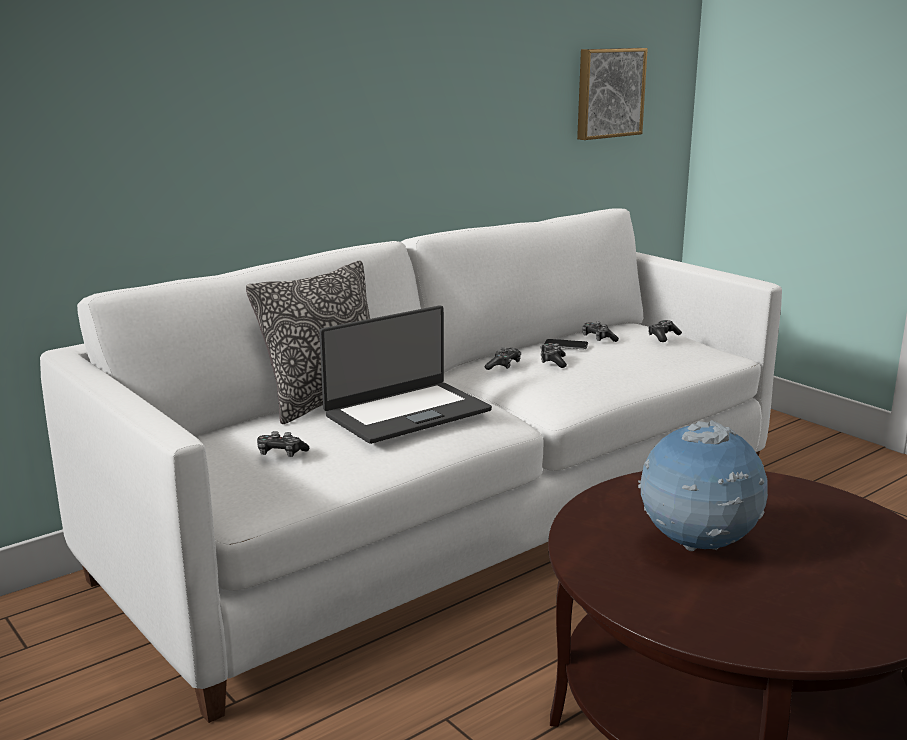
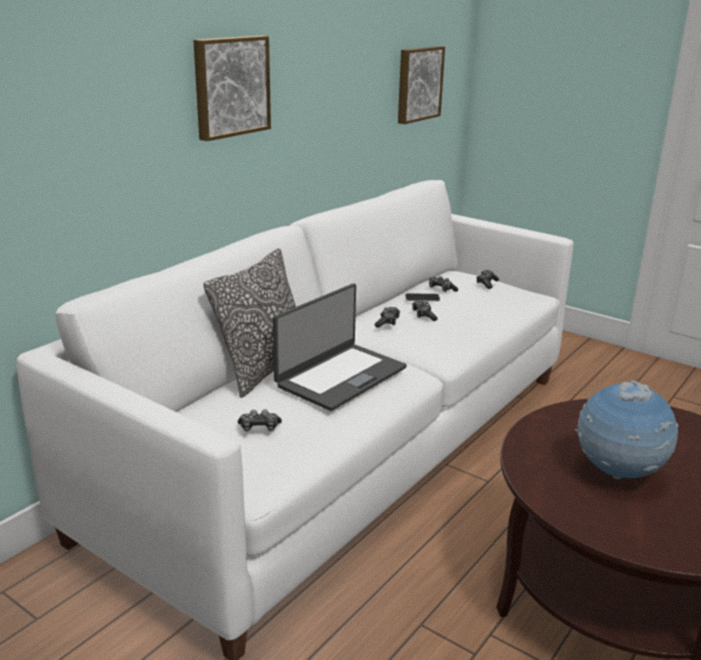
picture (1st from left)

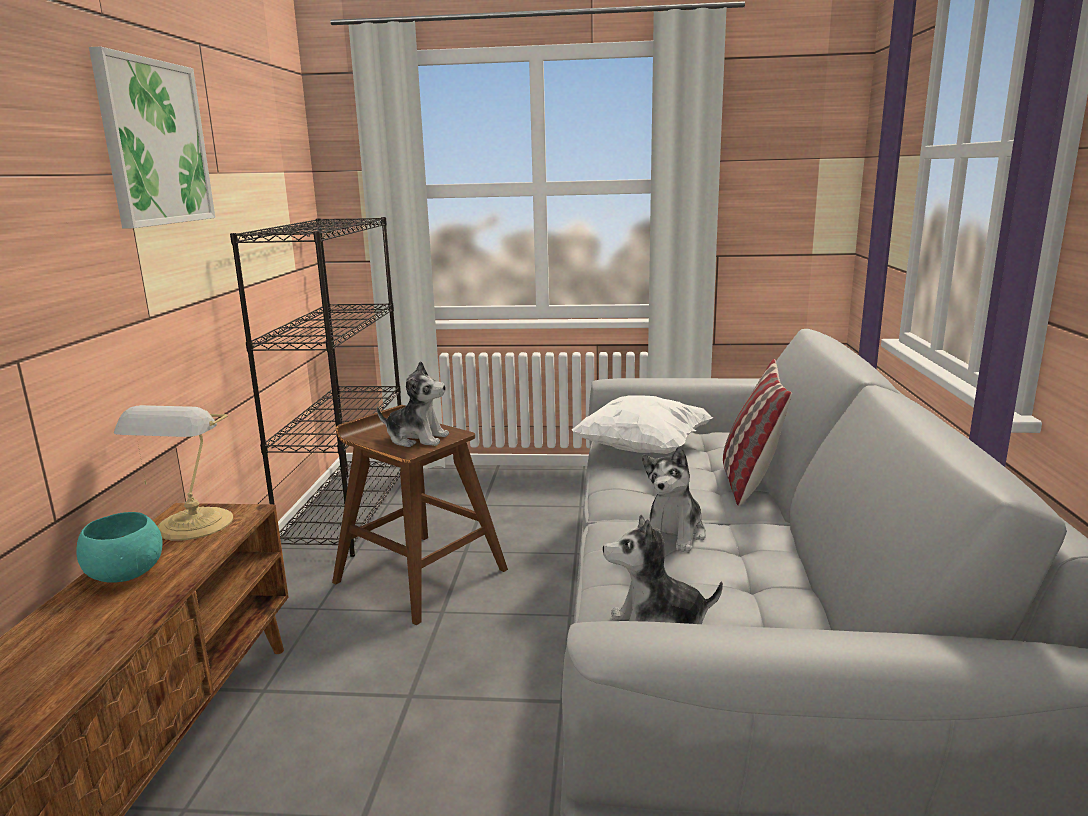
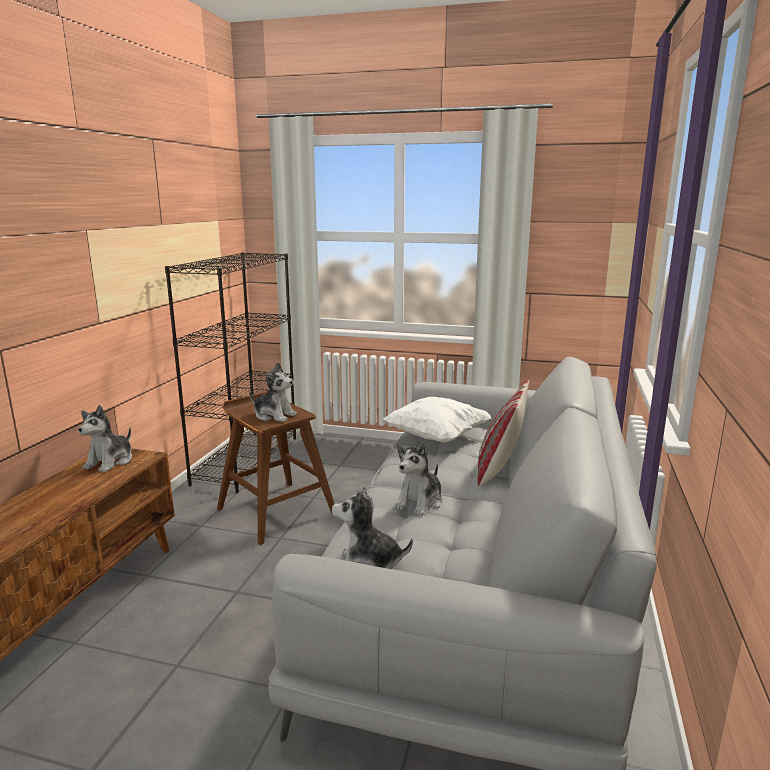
picture
plush toy (1st from left)
turquoise bowl

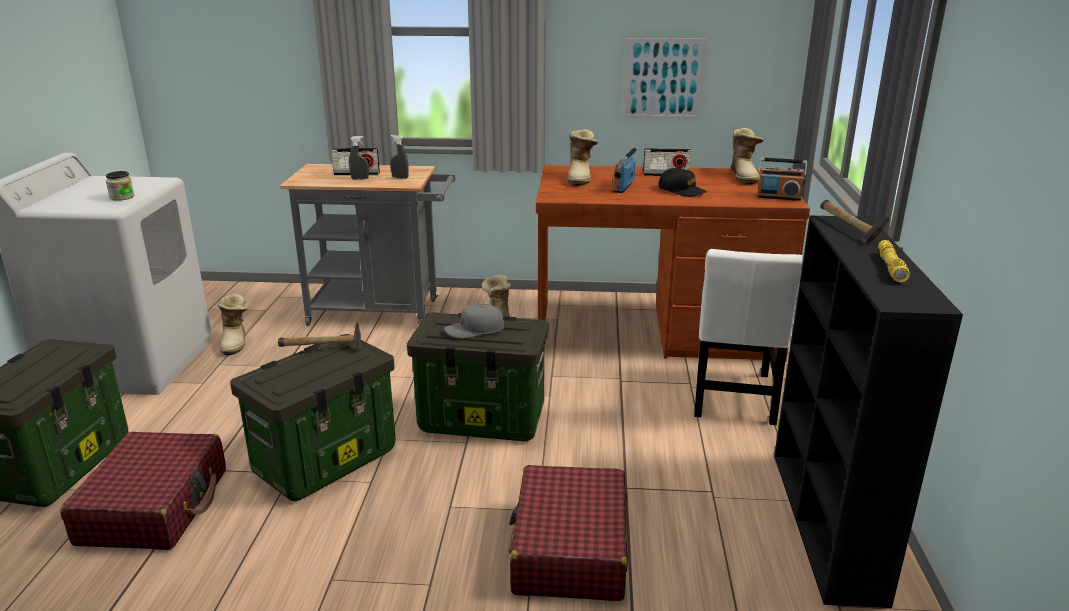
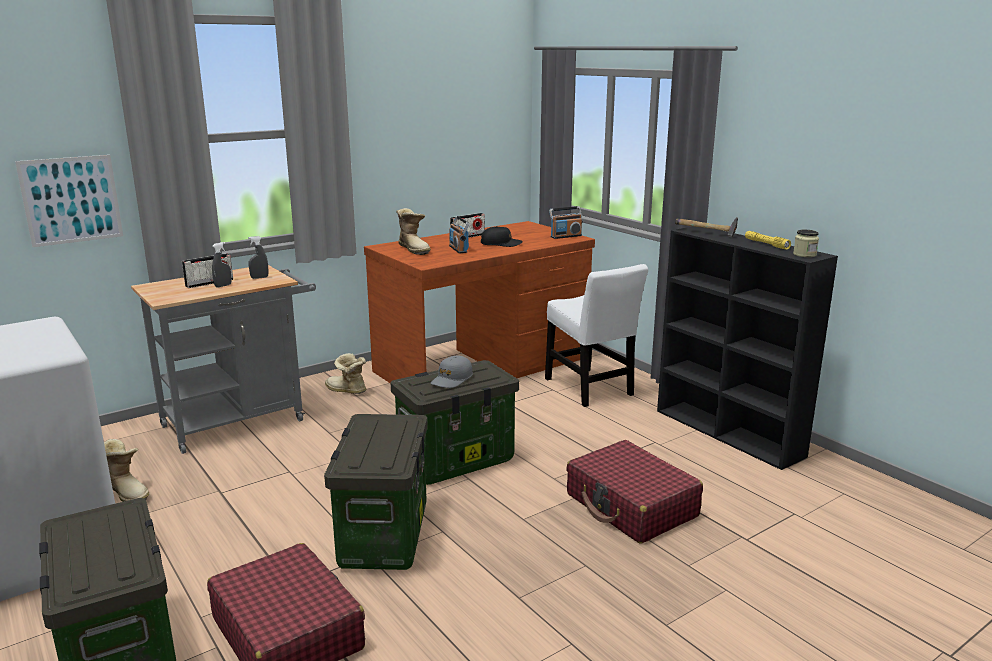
picture
boot (4th from left in the first image)
jar
hammer (1st from left in the first image)

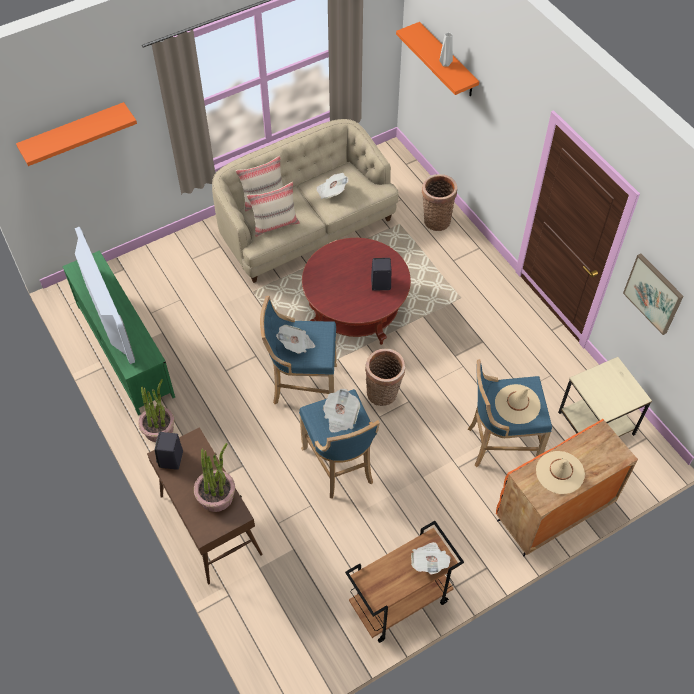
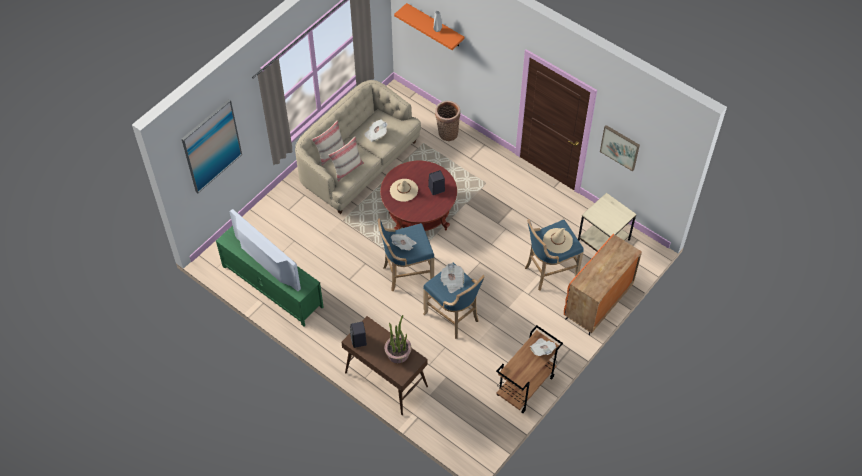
picture (1st from left)
basket (1st from left in the first image)
potted plant (1st from left in the first image)
beige hat (1st from left)

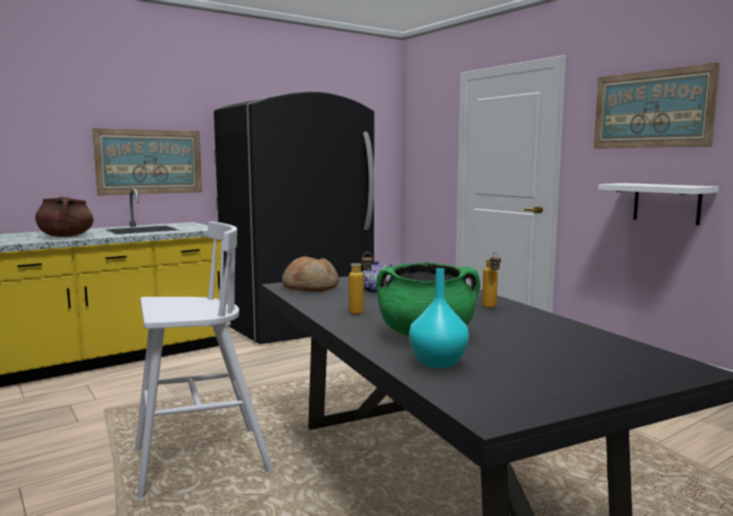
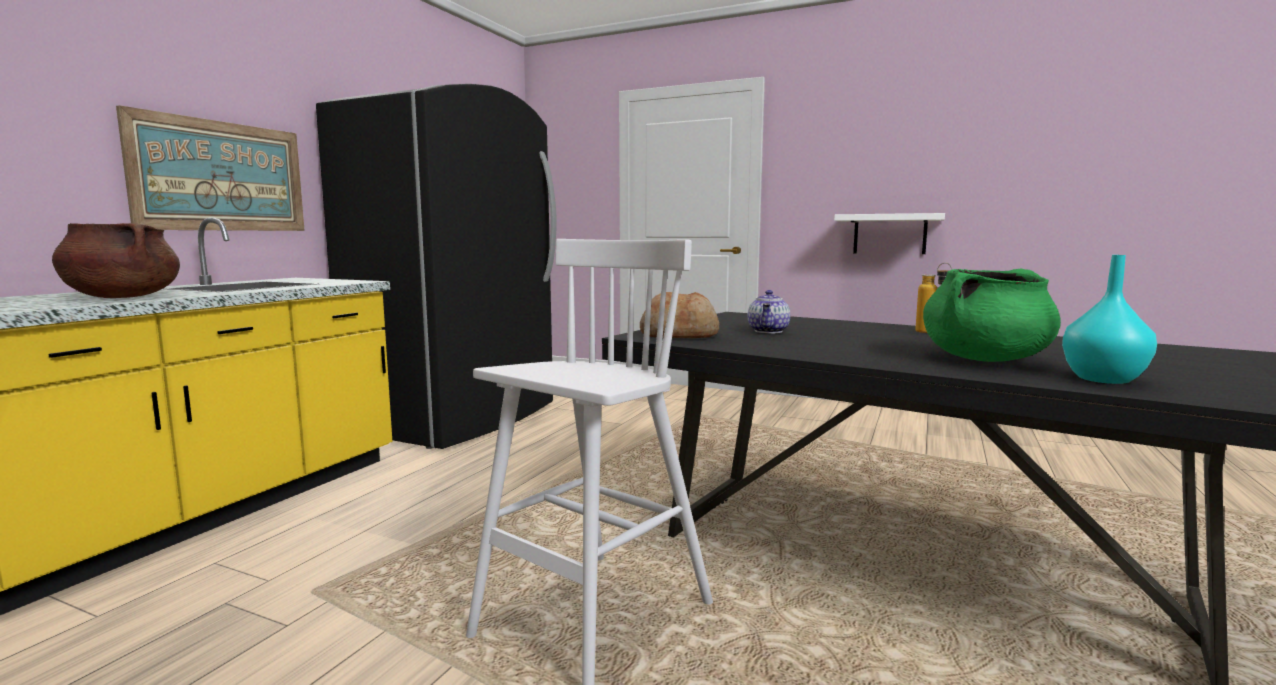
picture (2nd from left in the first image)
bottle (1st from left in the first image)

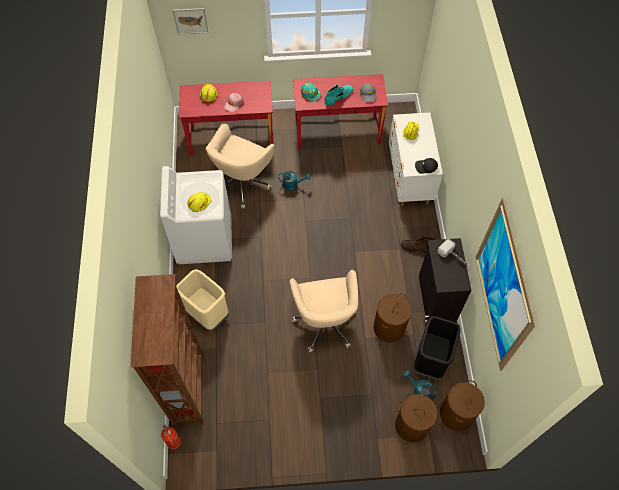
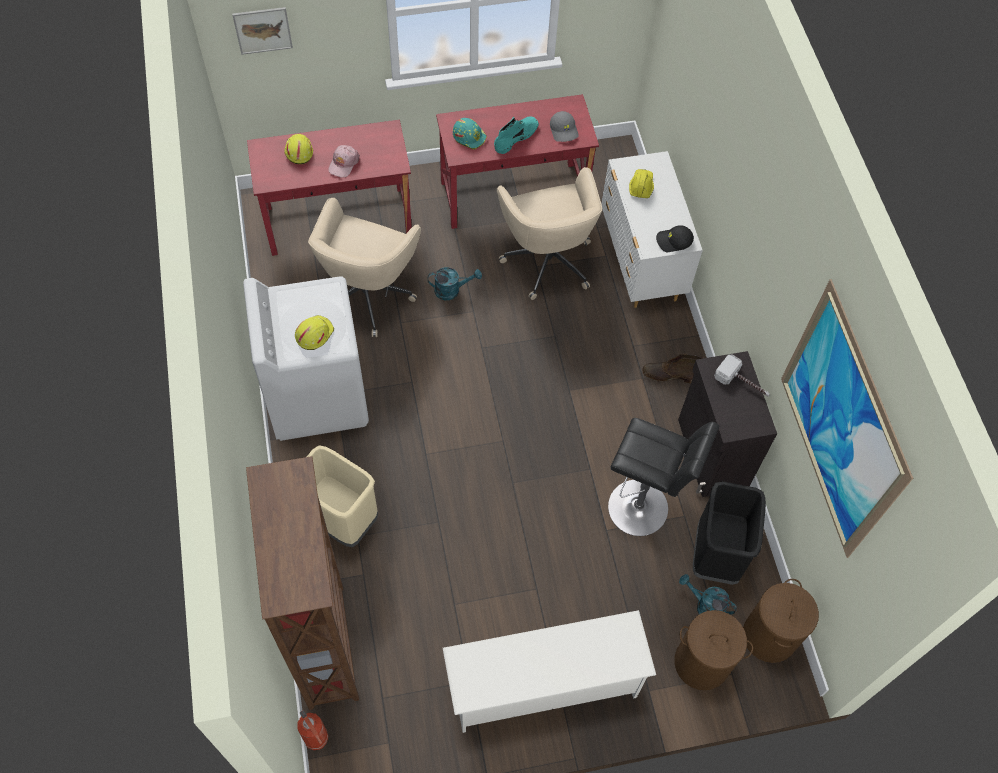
beige office chair (2nd from left)
black stool
white shoe rack

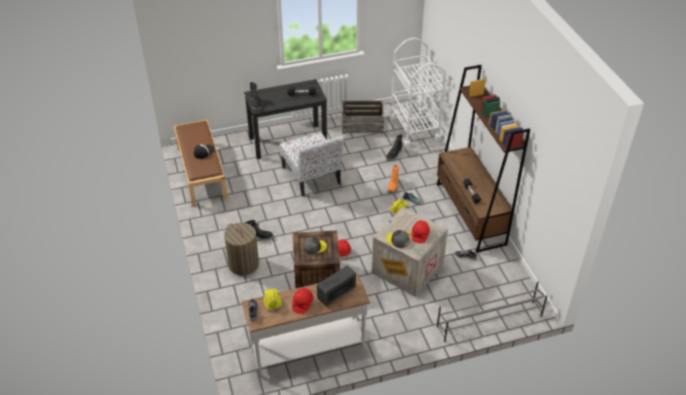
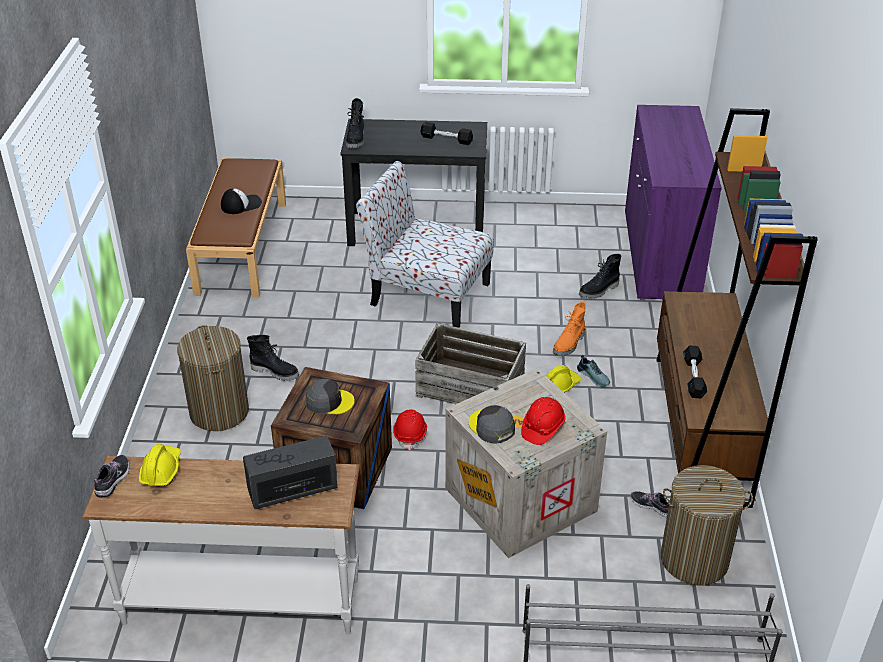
purple cabinet
crate (2nd from left)
chair
red hard hat (1st from left in the first image)
laundry basket (2nd from left)

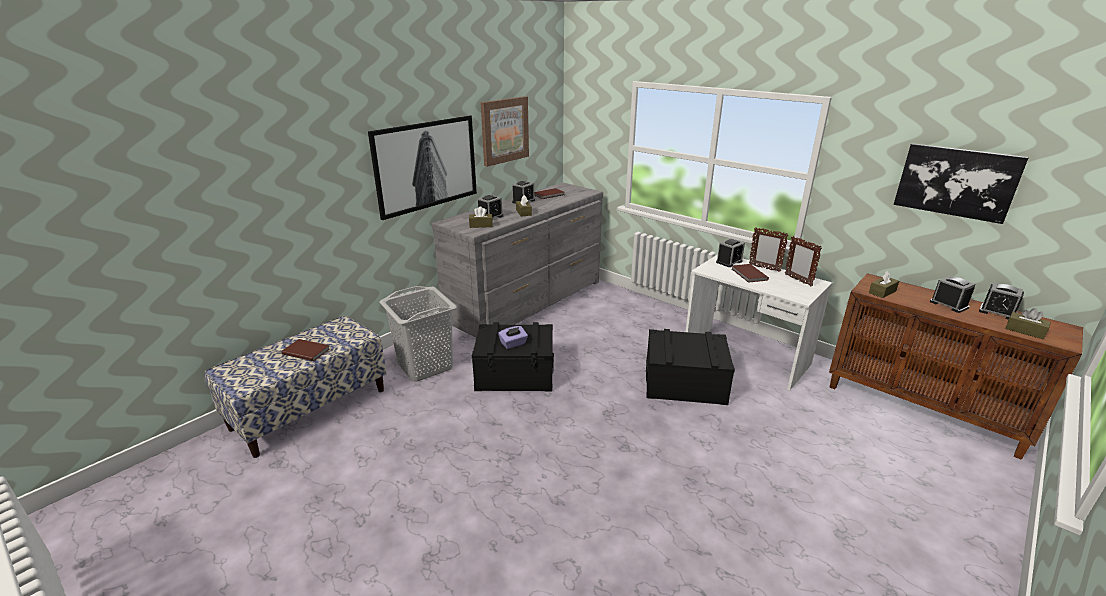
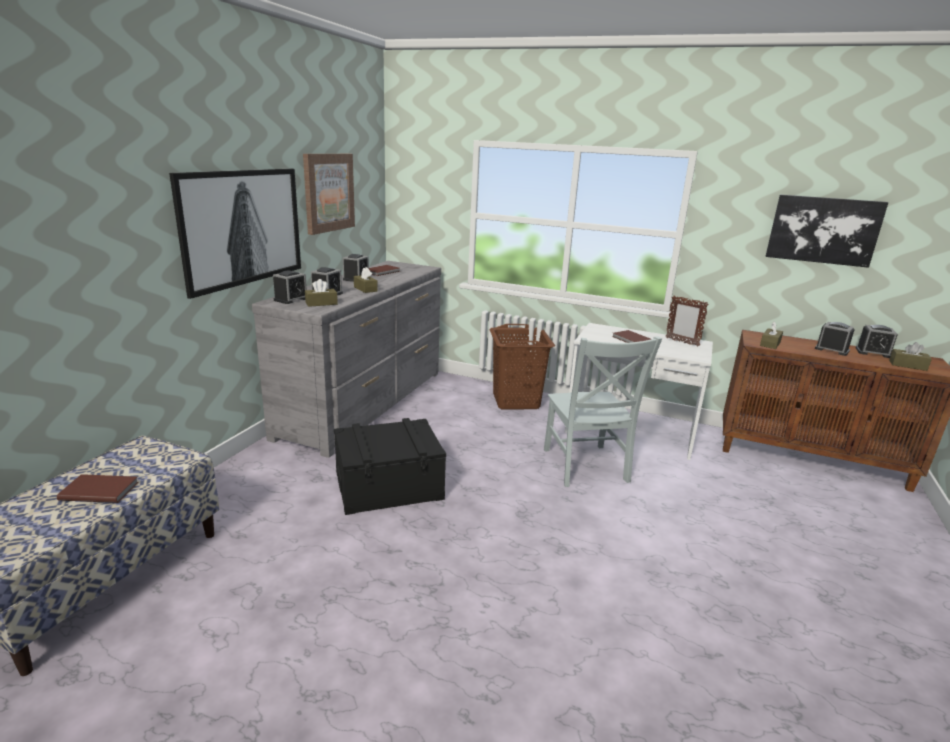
picture frame (1st from left in the first image)
alarm clock (1st from left)
grey laundry basket
purple tissue box
grey chair
brown laundry basket

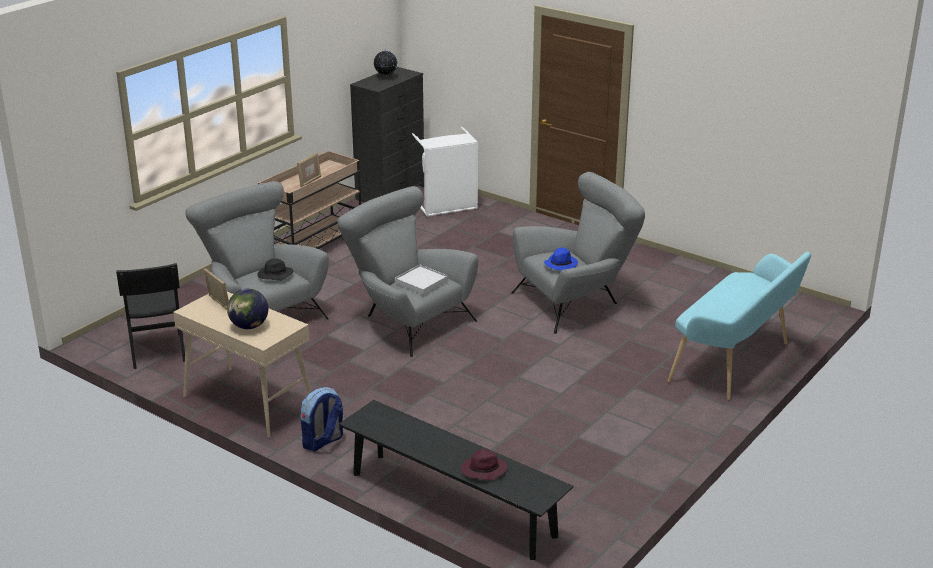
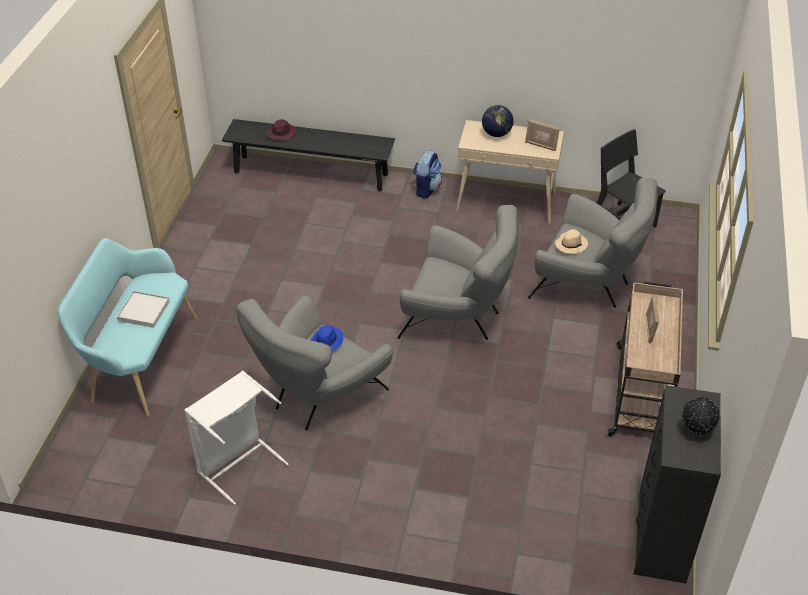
white laundry basket
beige hat
white tray

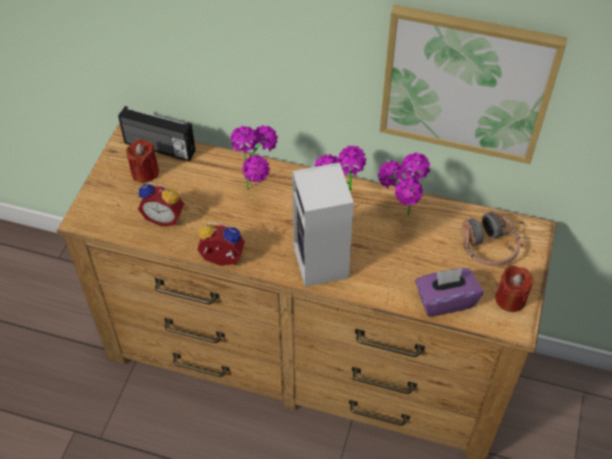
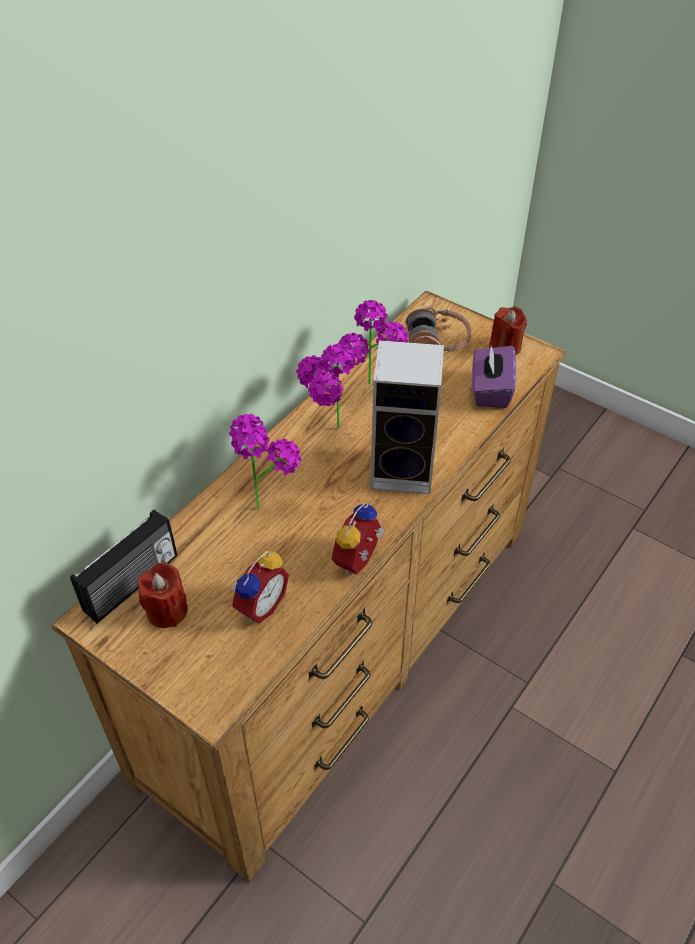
picture

